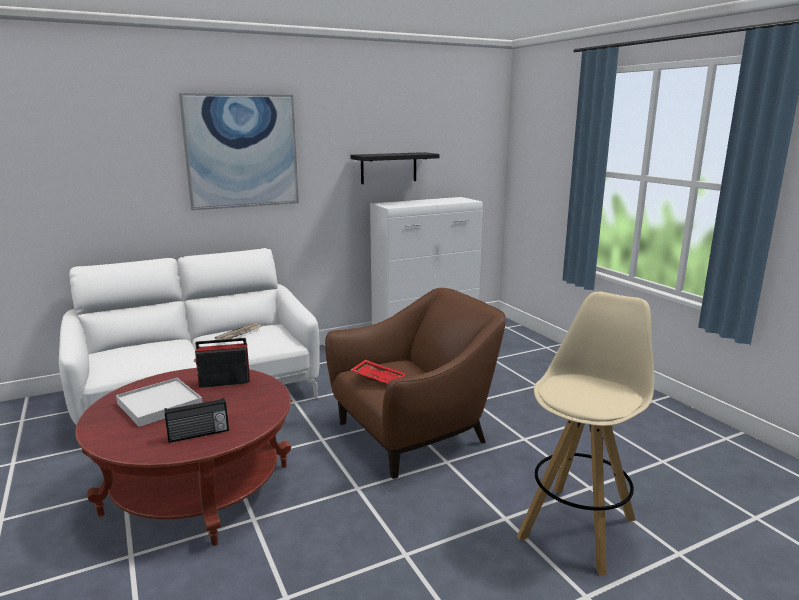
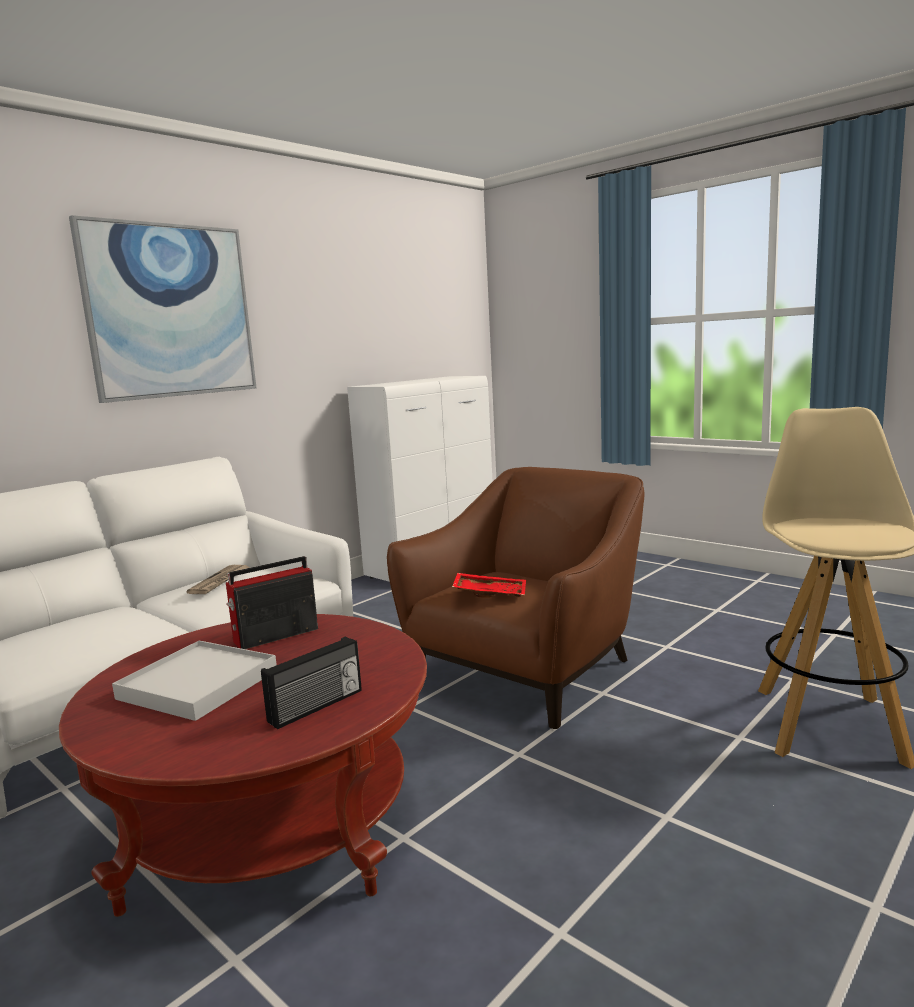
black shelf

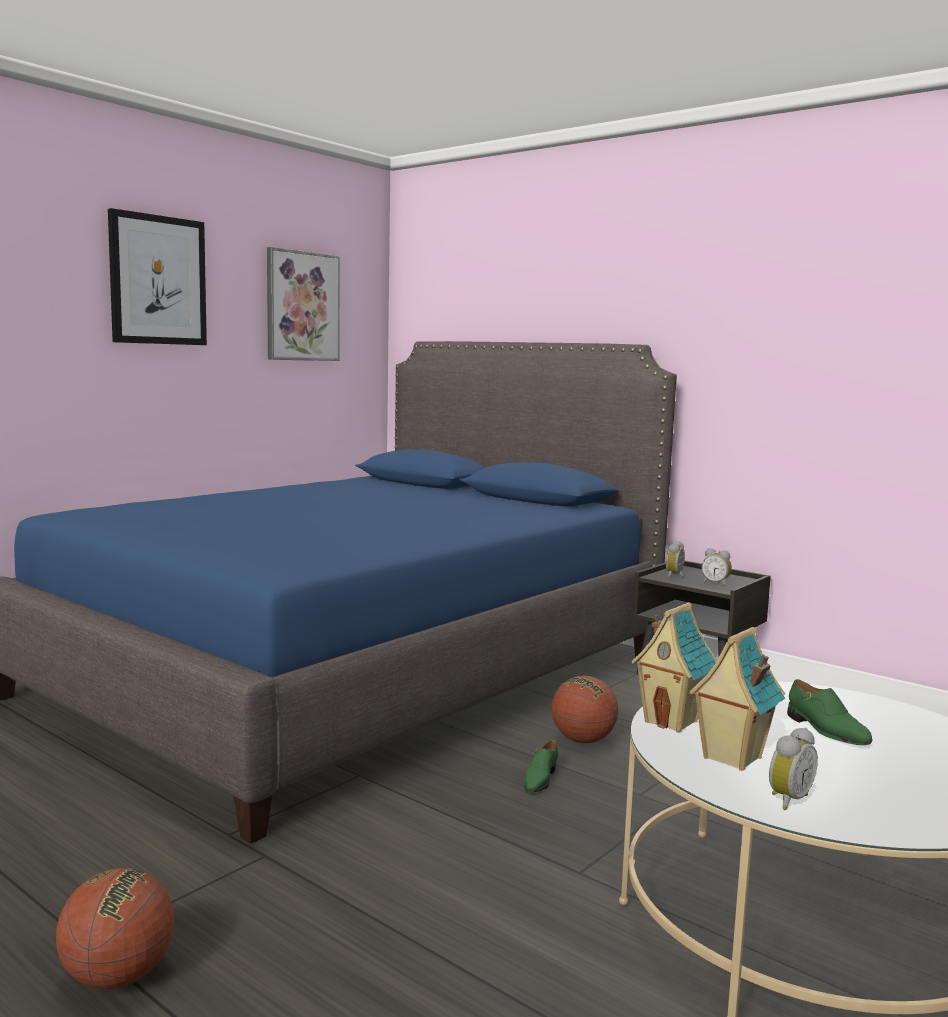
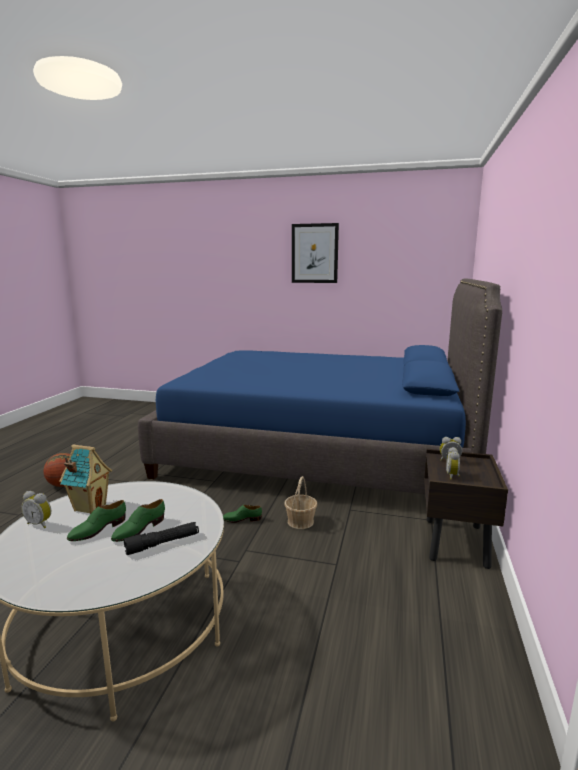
picture (2nd from left in the first image)
toy house (1st from left in the first image)
basket
green shoe (1st from left)
black flashlight

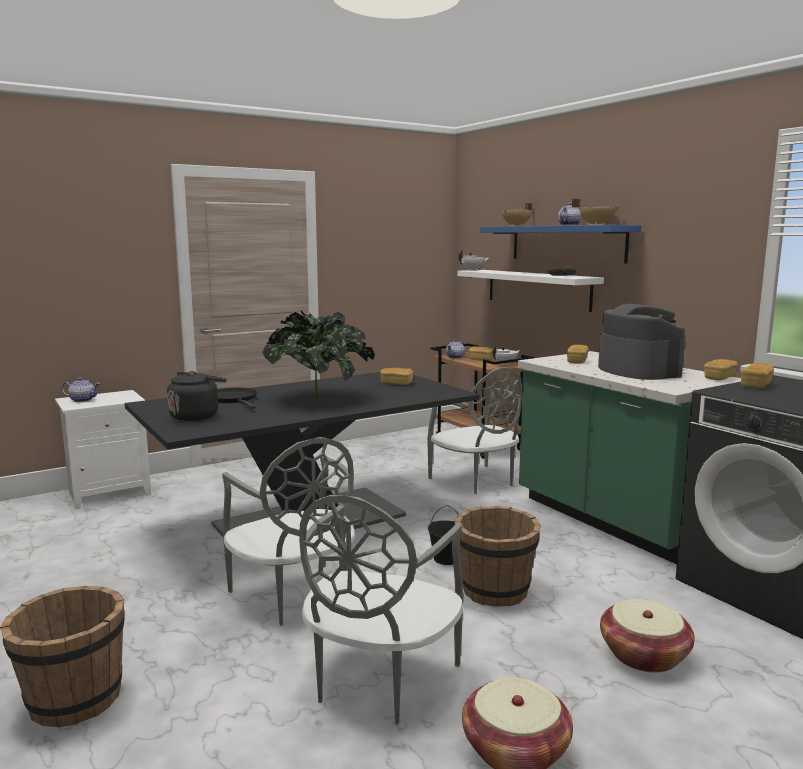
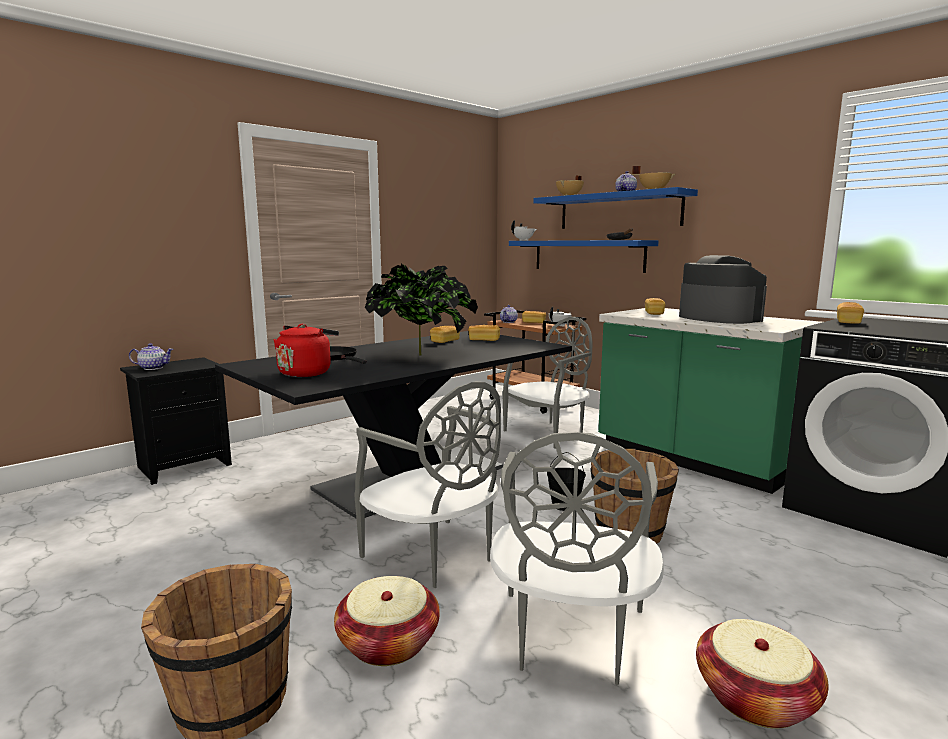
blue shelf (1st from left)
bread (1st from left)
grey chair (2nd from left)
red kettle
black nightstand
basket (1st from left)

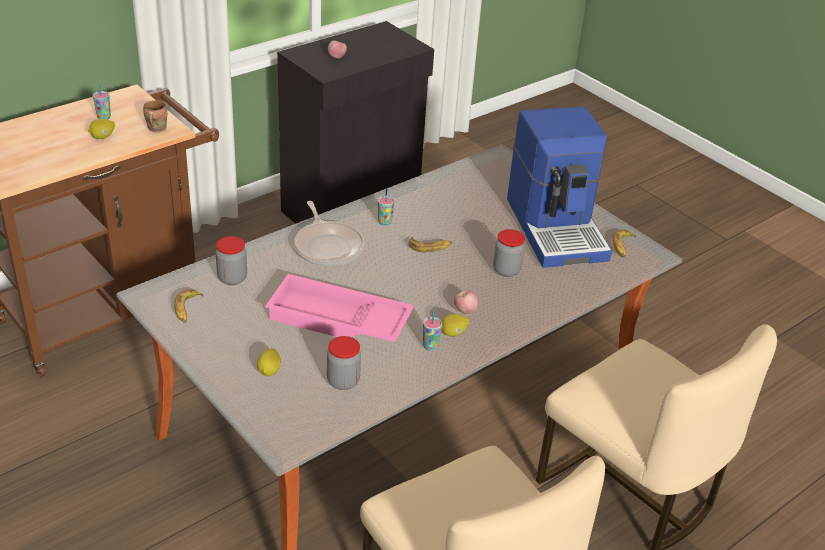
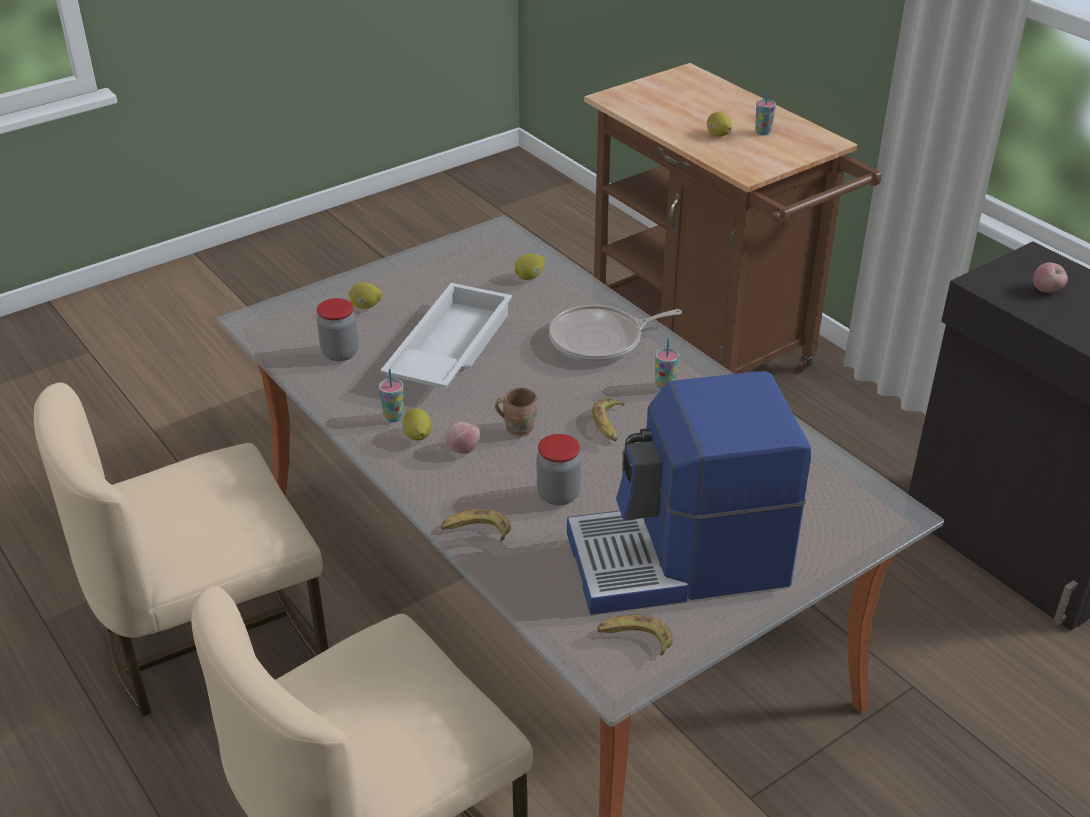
brown mug
lemon (3rd from left)
white tray
banana (1st from left)

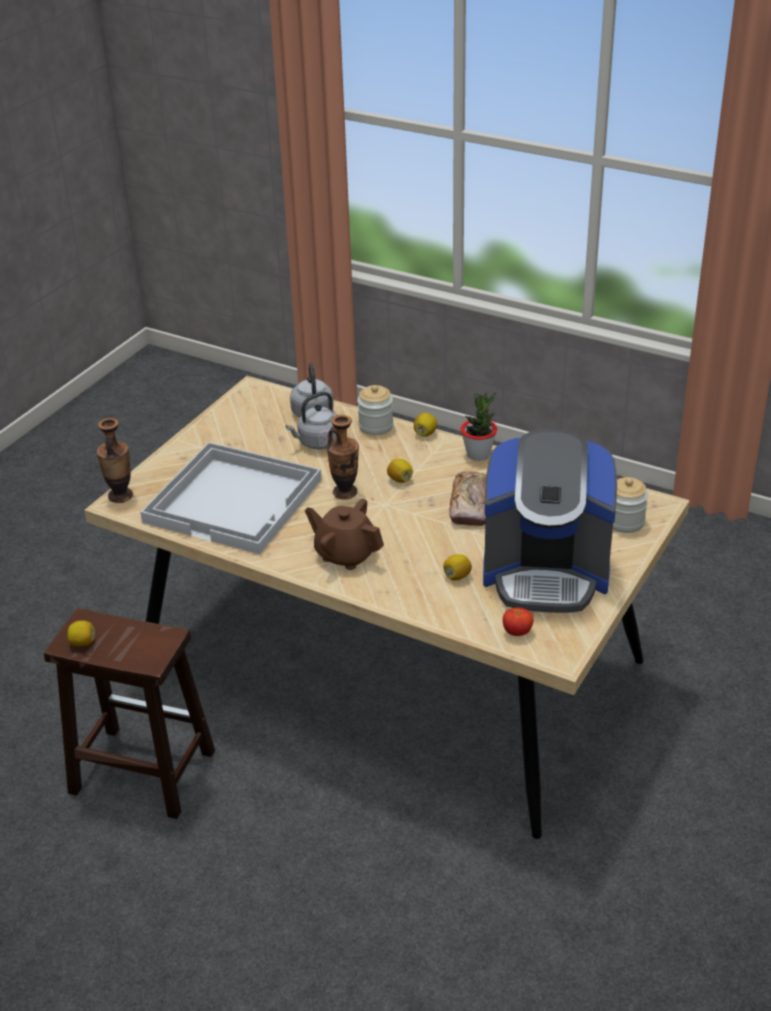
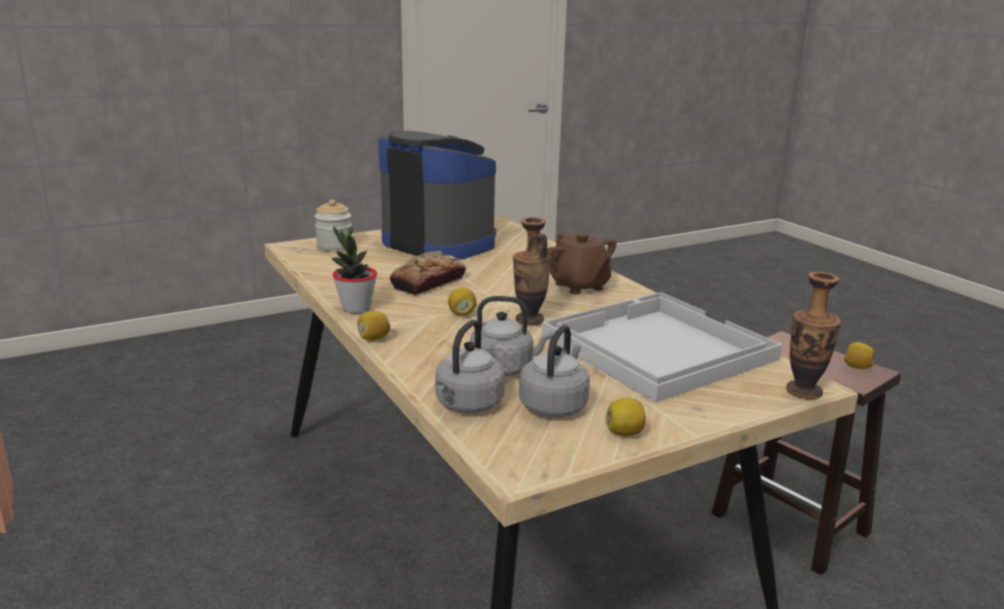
jar (1st from left in the first image)
lemon (3rd from left)
tomato
grey kettle (3rd from left)

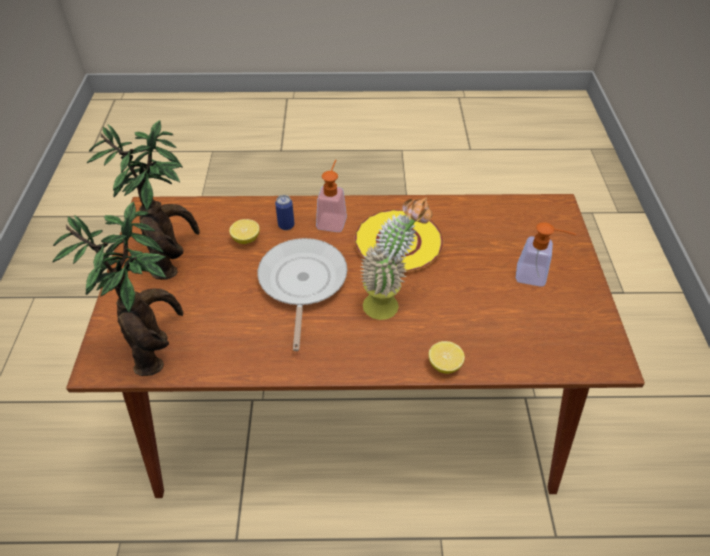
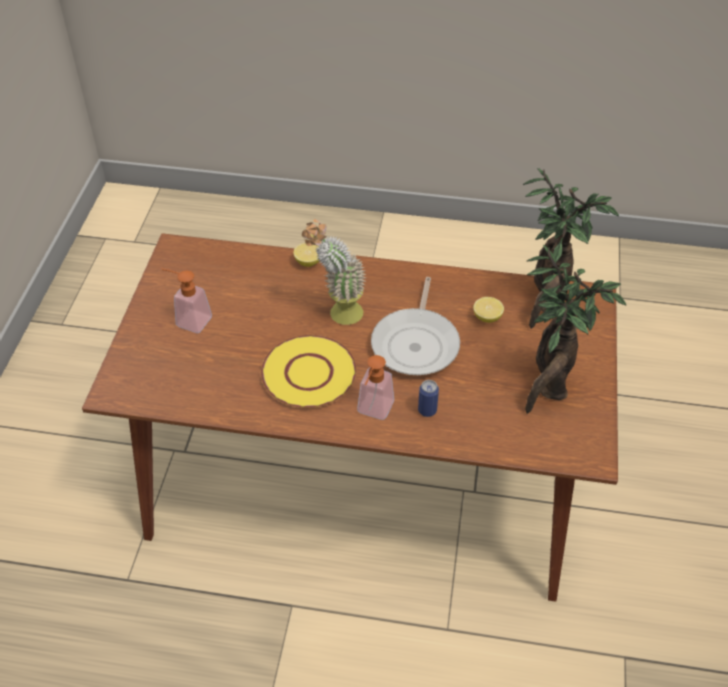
lemon (2nd from left)

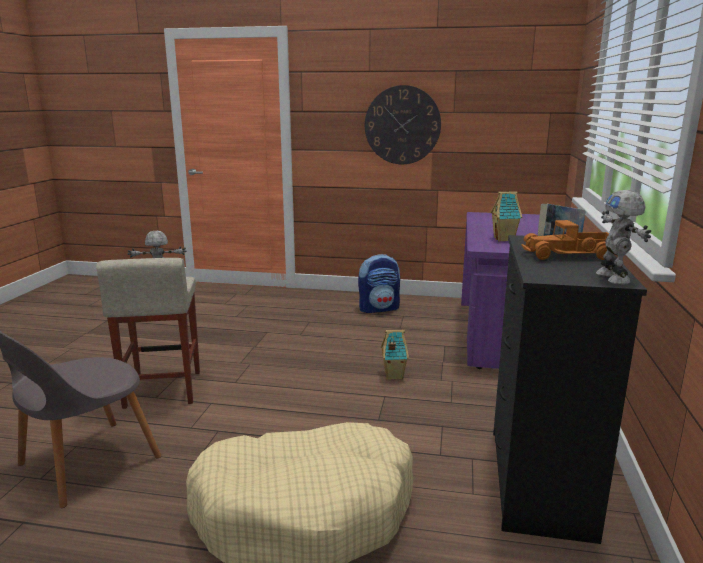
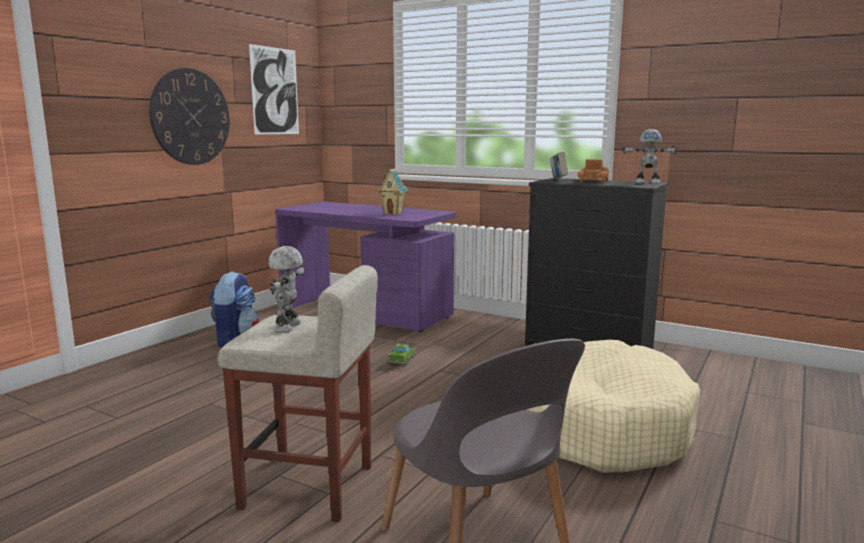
green toy car
picture

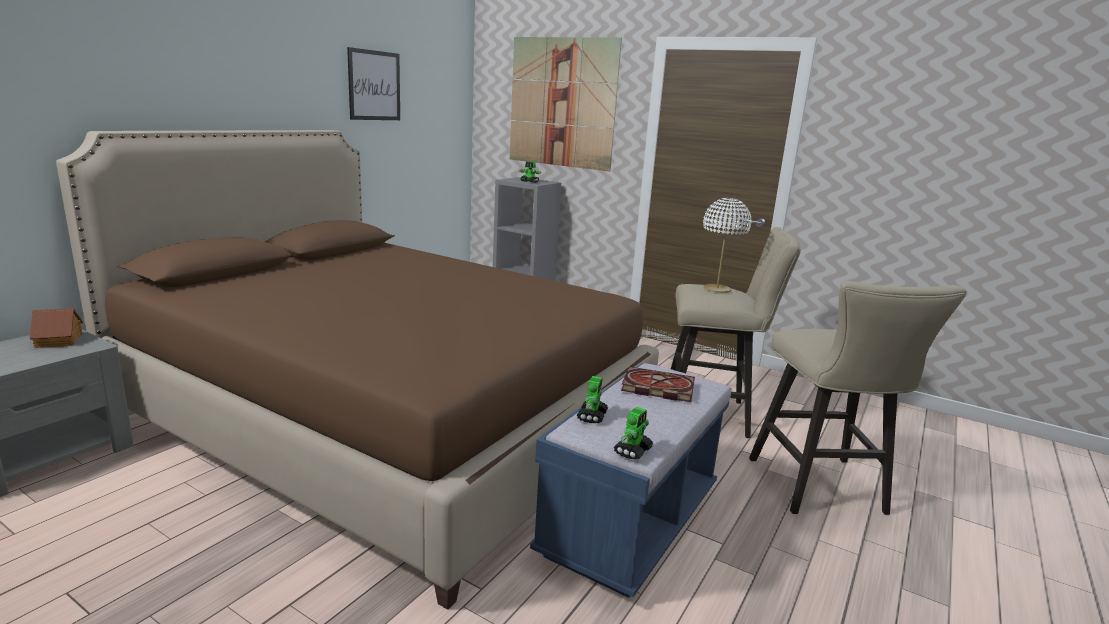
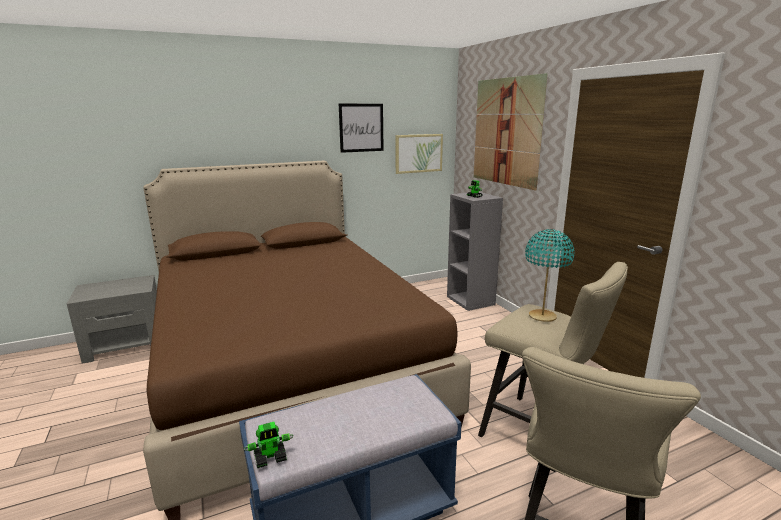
turquoise table lamp
toy house
book
toy robot (2nd from left in the first image)
picture (2nd from left)

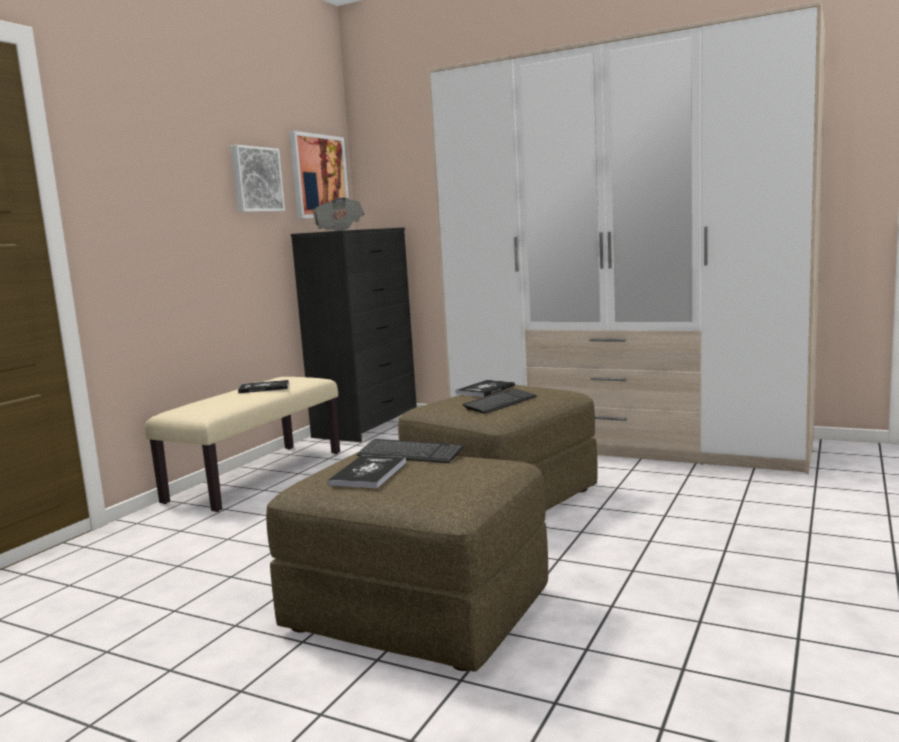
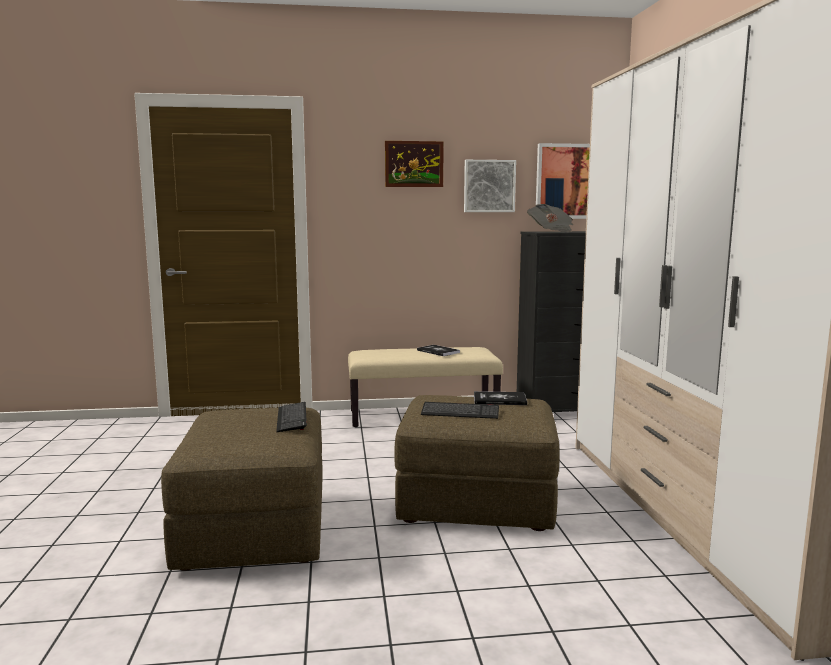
book (2nd from left in the first image)
picture (1st from left)

